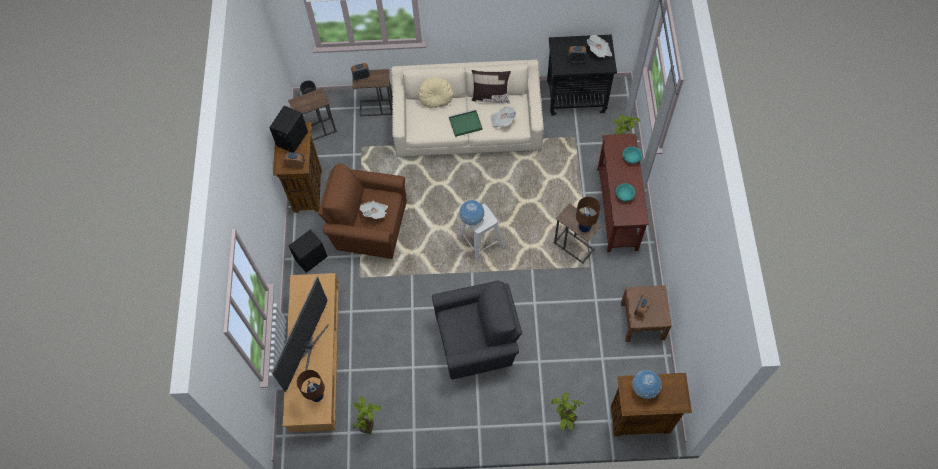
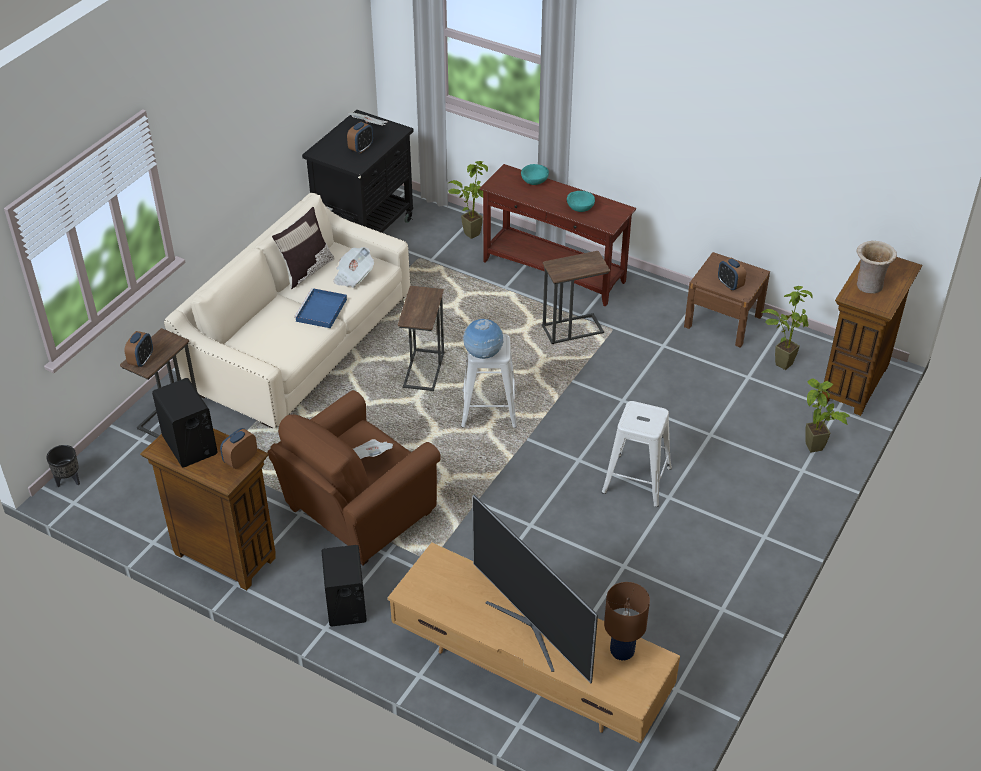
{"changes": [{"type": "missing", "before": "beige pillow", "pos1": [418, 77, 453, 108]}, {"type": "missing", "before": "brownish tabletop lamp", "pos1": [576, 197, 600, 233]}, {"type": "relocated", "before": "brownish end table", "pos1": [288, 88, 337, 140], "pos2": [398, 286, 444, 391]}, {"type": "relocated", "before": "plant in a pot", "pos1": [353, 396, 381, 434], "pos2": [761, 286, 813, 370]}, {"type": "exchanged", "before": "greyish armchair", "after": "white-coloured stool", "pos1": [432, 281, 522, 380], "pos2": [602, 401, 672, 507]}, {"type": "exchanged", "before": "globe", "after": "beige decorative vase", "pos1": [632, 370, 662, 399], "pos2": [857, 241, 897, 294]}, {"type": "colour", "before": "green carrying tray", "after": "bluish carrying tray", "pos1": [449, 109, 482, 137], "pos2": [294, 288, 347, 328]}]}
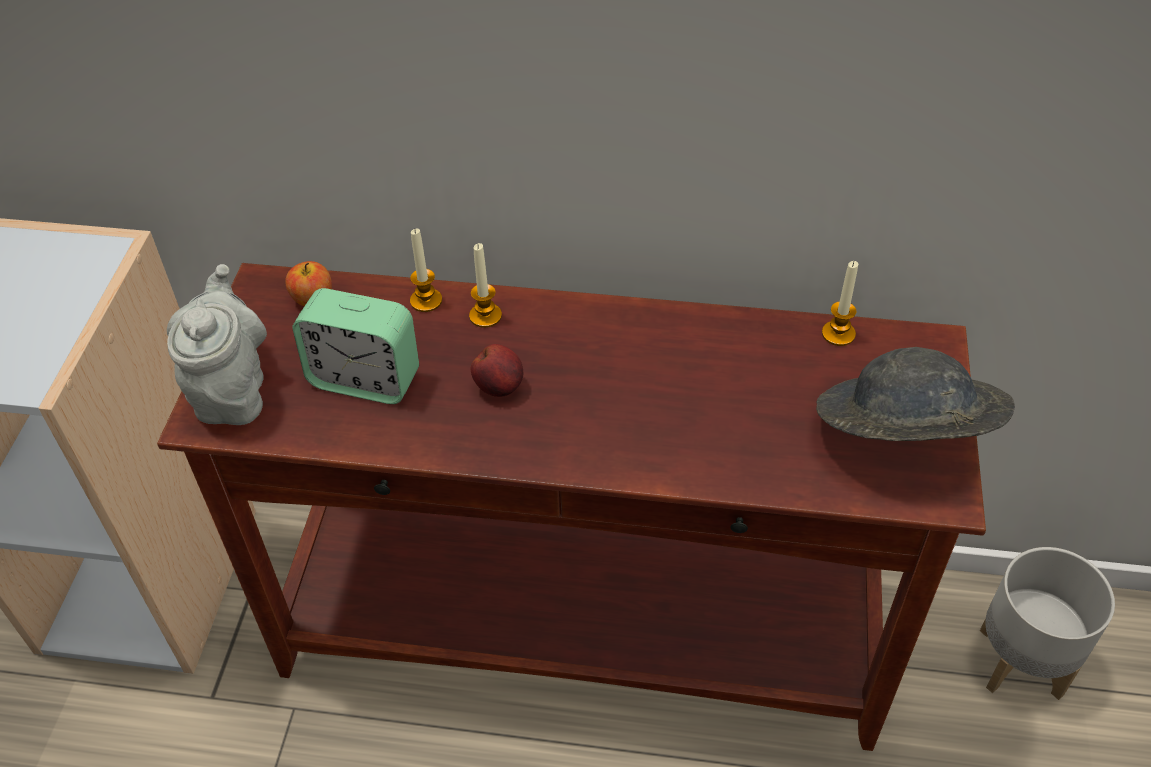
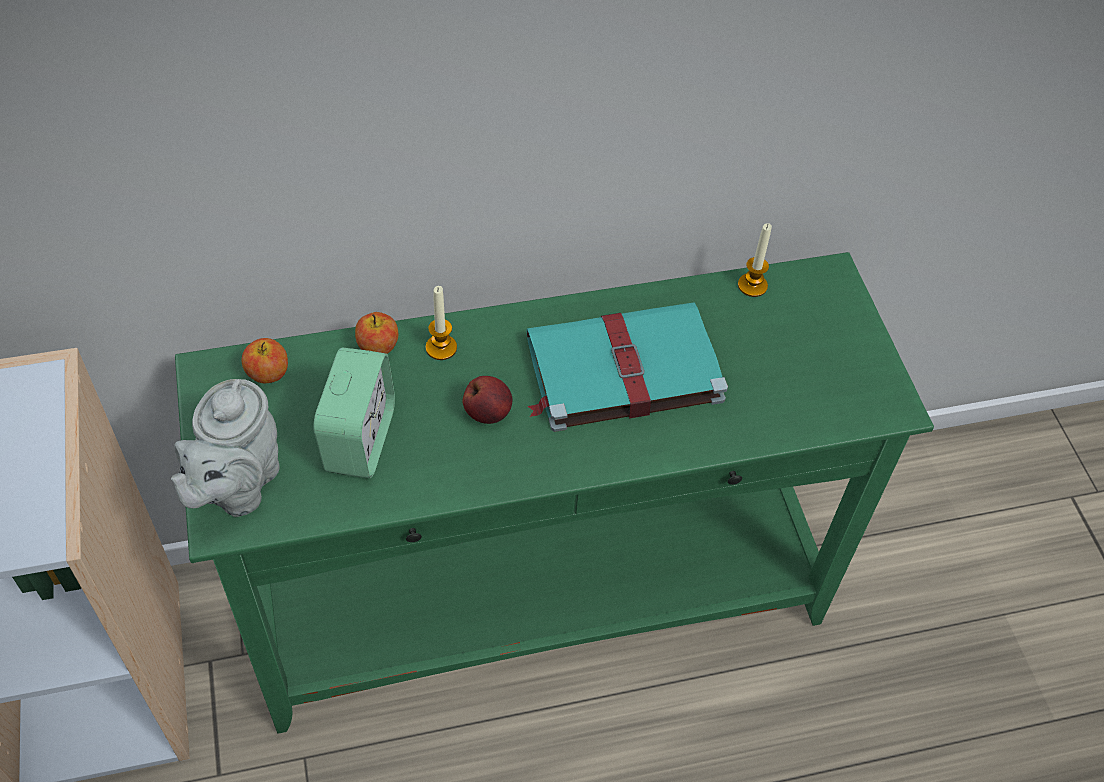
{"changes": [{"type": "missing", "before": "greyish wearable hat", "pos1": [816, 347, 1015, 441]}, {"type": "missing", "before": "greyish flower pot", "pos1": [980, 547, 1115, 700]}, {"type": "appeared", "after": "turquoise book", "pos2": [526, 303, 728, 432]}, {"type": "exchanged", "before": "candle", "after": "apple", "pos1": [410, 229, 442, 312], "pos2": [355, 312, 398, 354]}, {"type": "colour", "before": "brownish hall table", "after": "green hall table", "pos1": [157, 263, 986, 751], "pos2": [175, 252, 934, 734]}, {"type": "spun", "before": "greyish tea pot", "pos1": [167, 264, 267, 425], "pos2": [171, 379, 279, 517], "turn": -135}, {"type": "spun", "before": "alarm clock", "pos1": [292, 288, 419, 404], "pos2": [313, 347, 395, 478], "turn": -75}]}
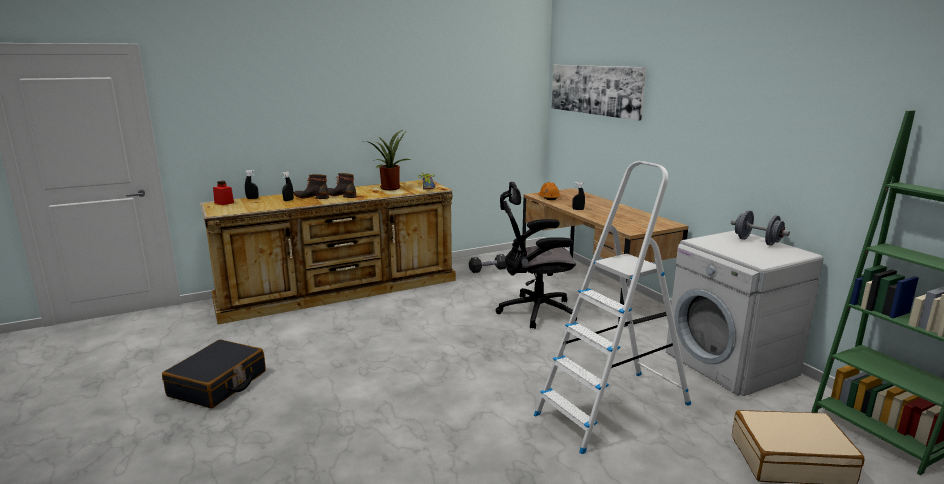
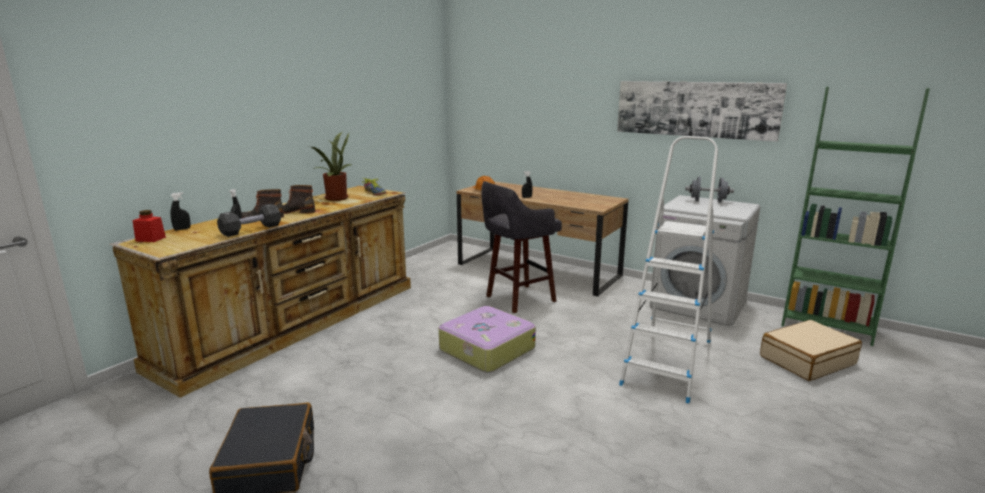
{"changes": [{"type": "appeared", "after": "travel case", "pos2": [439, 306, 536, 373]}, {"type": "relocated", "before": "blackish free weight", "pos1": [469, 254, 506, 273], "pos2": [217, 204, 281, 237]}, {"type": "relocated", "before": "wall art", "pos1": [552, 65, 646, 121], "pos2": [617, 81, 787, 142]}, {"type": "exchanged", "before": "desk chair", "after": "greyish stool", "pos1": [496, 182, 577, 329], "pos2": [481, 181, 562, 313]}]}
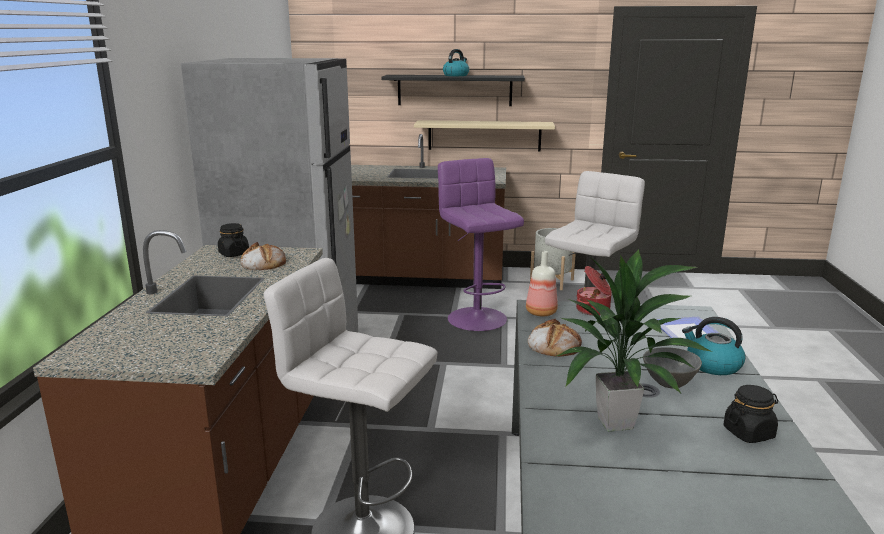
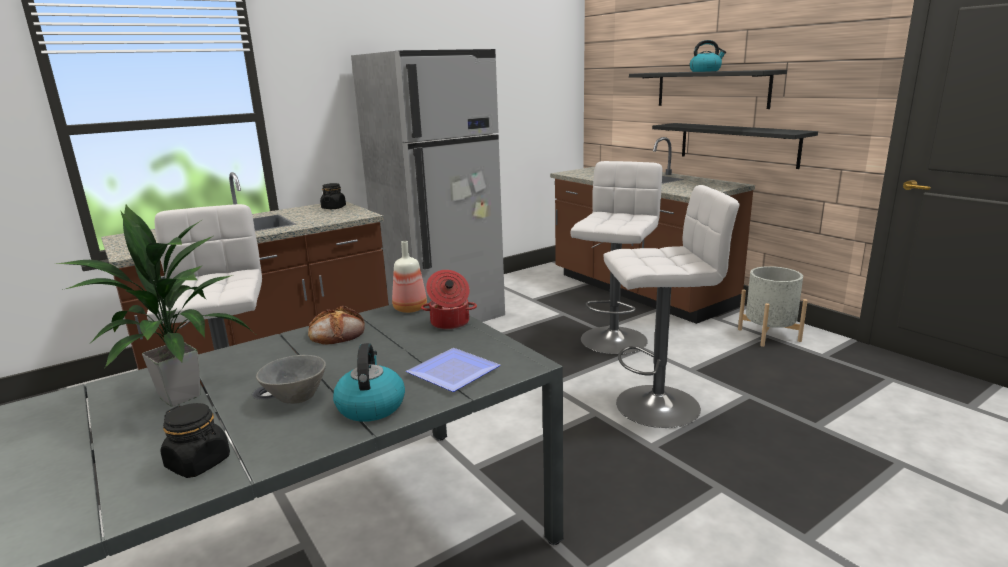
{"changes": [{"type": "missing", "before": "baked bread", "pos1": [241, 242, 286, 270]}, {"type": "colour", "before": "beige bracket shelf", "after": "blackish bracket shelf", "pos1": [414, 120, 555, 152], "pos2": [652, 123, 818, 169]}, {"type": "colour", "before": "purple-coloured stool", "after": "white-coloured stool", "pos1": [438, 158, 524, 331], "pos2": [571, 161, 663, 354]}]}
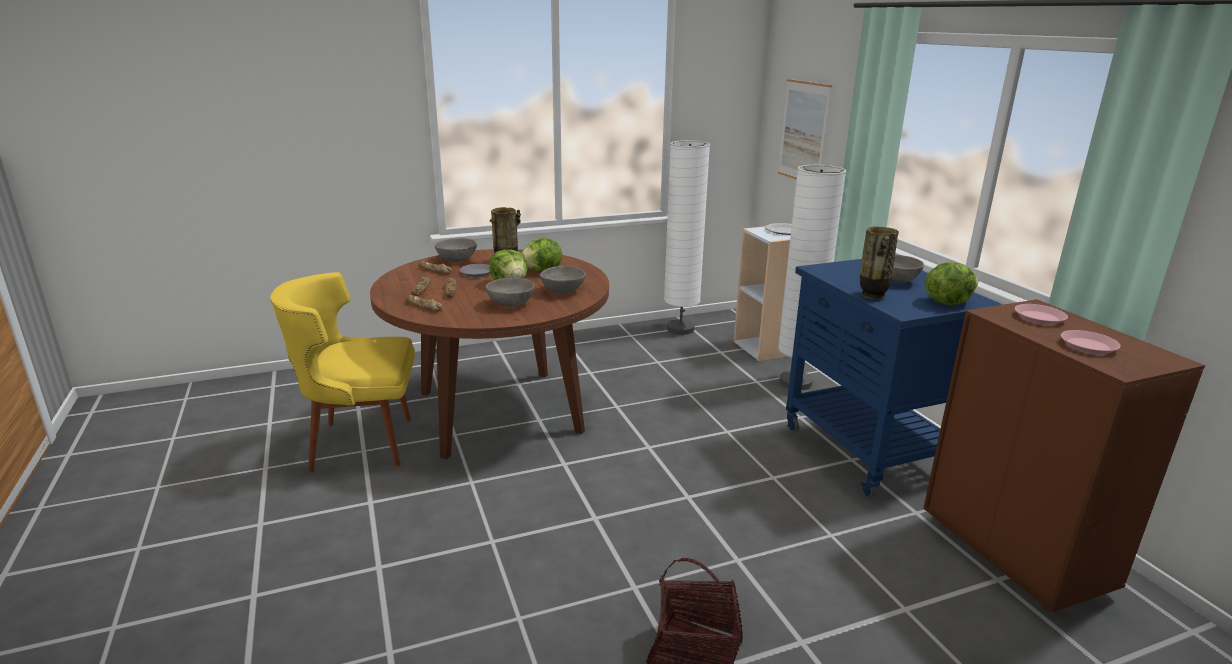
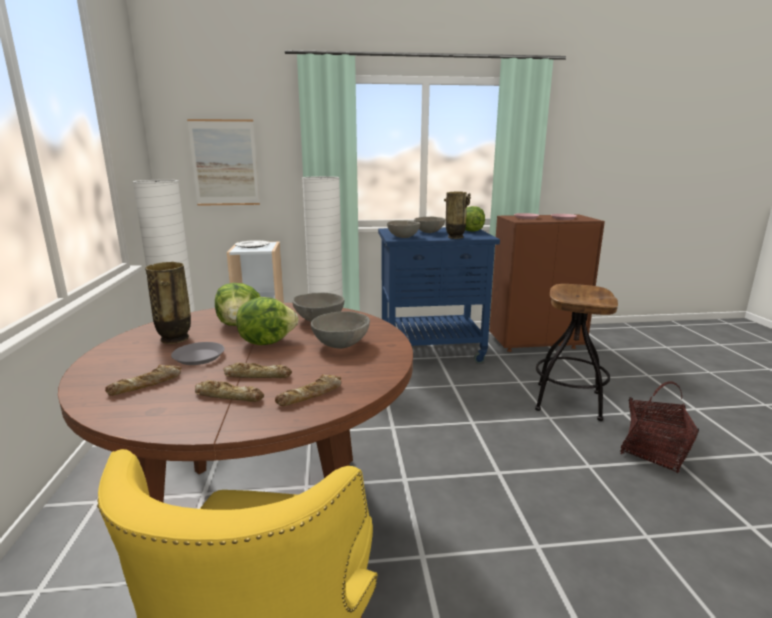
{"changes": [{"type": "appeared", "after": "brownish stool", "pos2": [535, 284, 618, 421]}, {"type": "relocated", "before": "greyish serving bowl", "pos1": [435, 238, 477, 262], "pos2": [387, 220, 420, 238]}]}
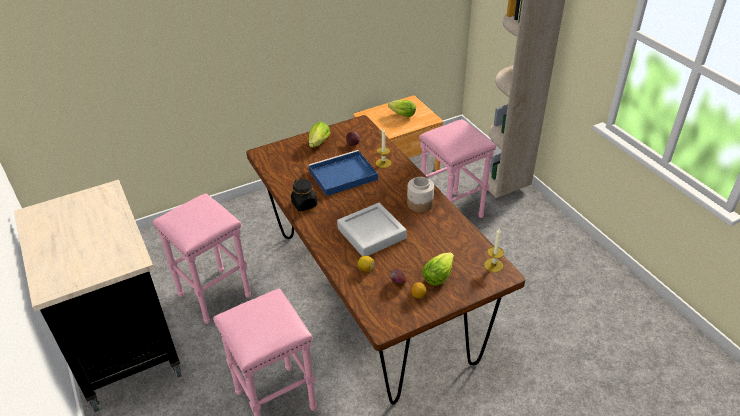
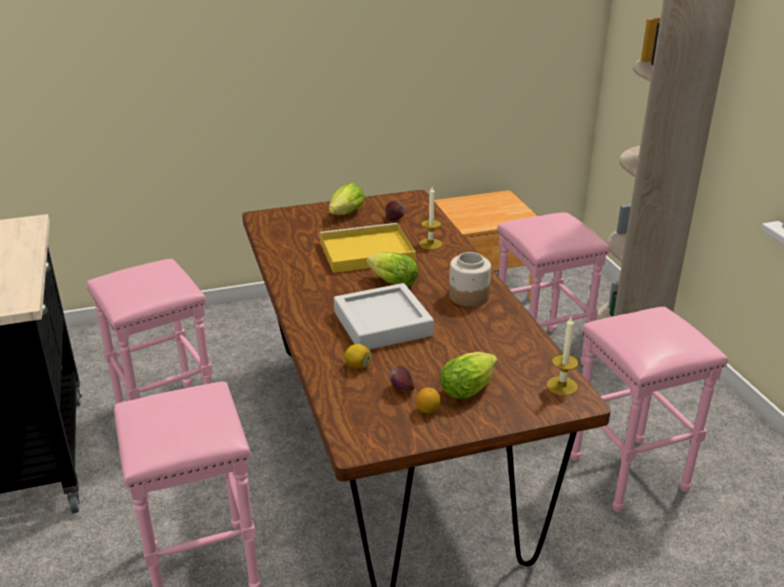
{"changes": [{"type": "missing", "before": "blackish jar", "pos1": [291, 178, 317, 211]}, {"type": "appeared", "after": "pinkish stool", "pos2": [571, 307, 728, 512]}, {"type": "relocated", "before": "head of lettuce", "pos1": [388, 100, 416, 117], "pos2": [367, 252, 418, 287]}, {"type": "colour", "before": "bluish carrying tray", "after": "yellow carrying tray", "pos1": [308, 150, 378, 196], "pos2": [319, 223, 416, 273]}]}
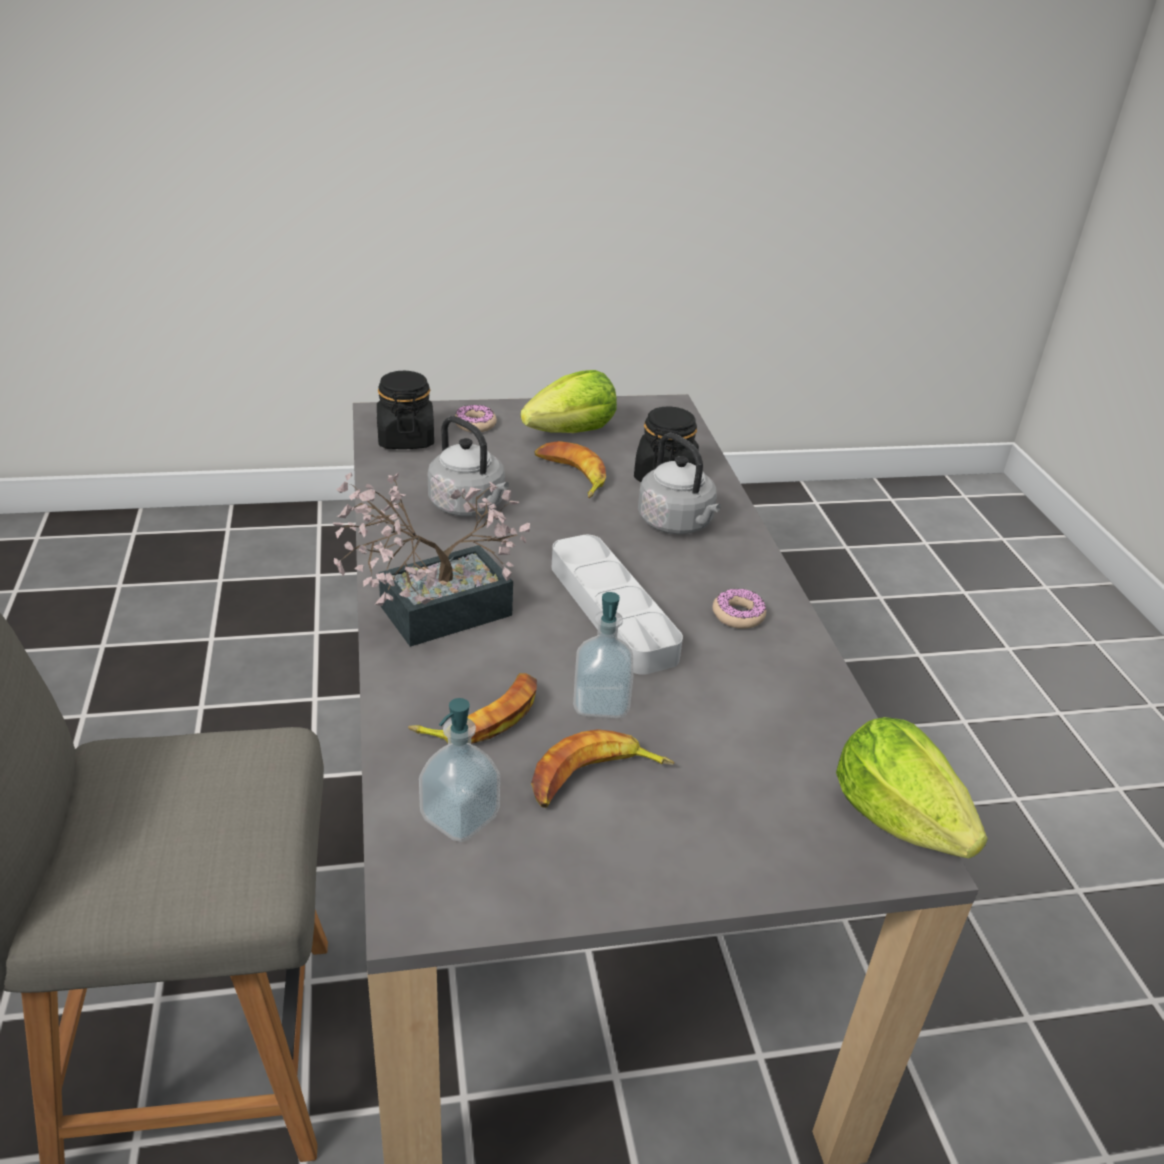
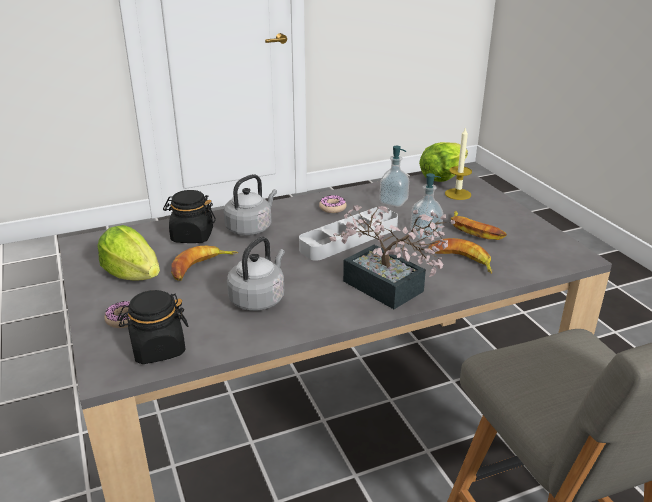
{"changes": [{"type": "appeared", "after": "candle", "pos2": [445, 127, 472, 200]}, {"type": "relocated", "before": "soap dispenser", "pos1": [419, 698, 500, 842], "pos2": [379, 146, 409, 207]}]}
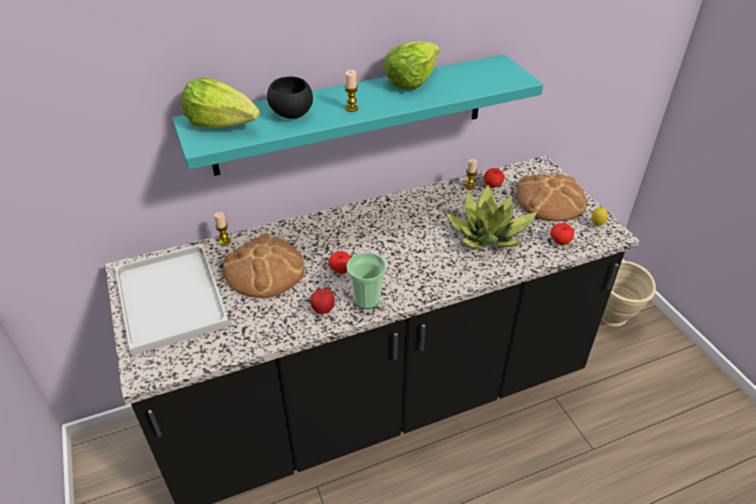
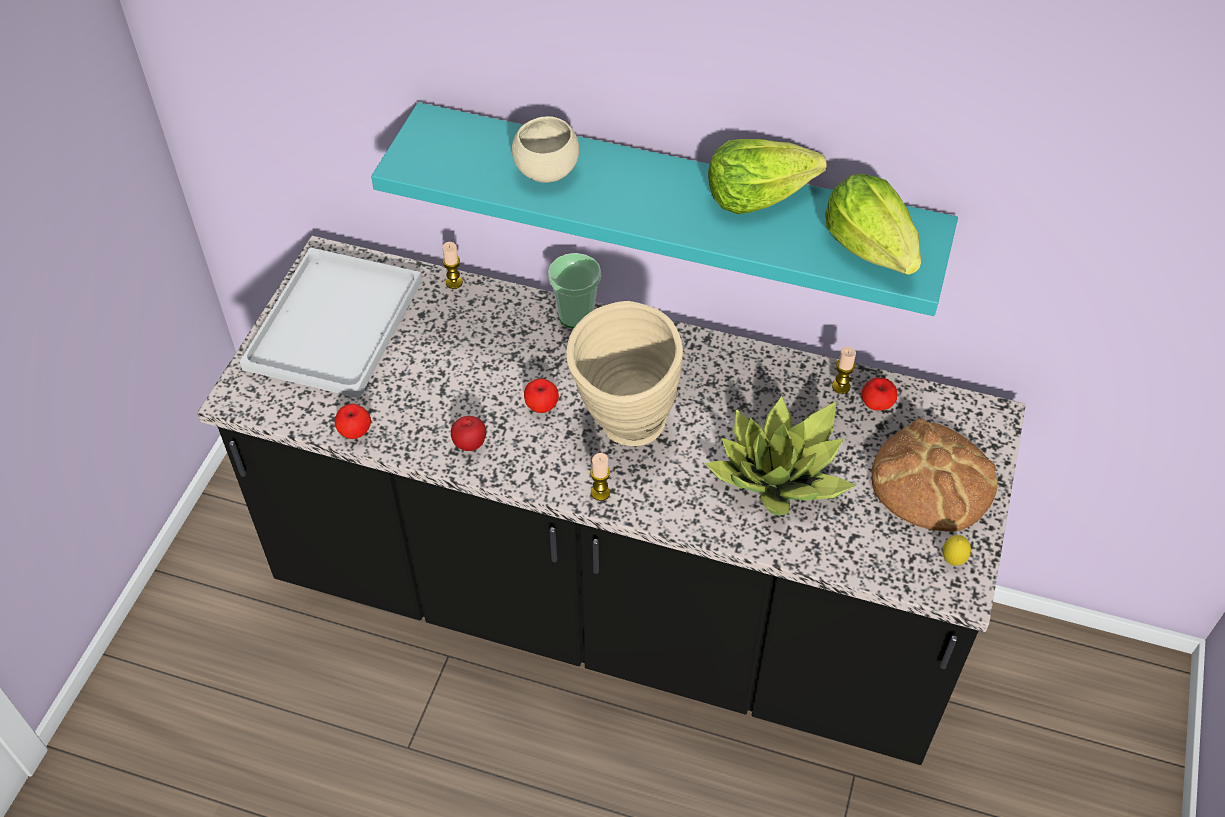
{"changes": [{"type": "missing", "before": "baked bread", "pos1": [223, 233, 305, 299]}, {"type": "relocated", "before": "head of lettuce", "pos1": [181, 77, 260, 128], "pos2": [825, 174, 921, 275]}, {"type": "relocated", "before": "candle", "pos1": [344, 70, 358, 112], "pos2": [590, 453, 610, 501]}, {"type": "relocated", "before": "small cup", "pos1": [347, 253, 386, 309], "pos2": [548, 253, 601, 328]}, {"type": "relocated", "before": "apple", "pos1": [550, 223, 574, 245], "pos2": [335, 404, 371, 439]}, {"type": "relocated", "before": "beige decorative vase", "pos1": [601, 261, 656, 326], "pos2": [566, 301, 683, 446]}, {"type": "colour", "before": "blackish serving bowl", "after": "beige serving bowl", "pos1": [267, 76, 313, 119], "pos2": [512, 116, 579, 183]}]}
